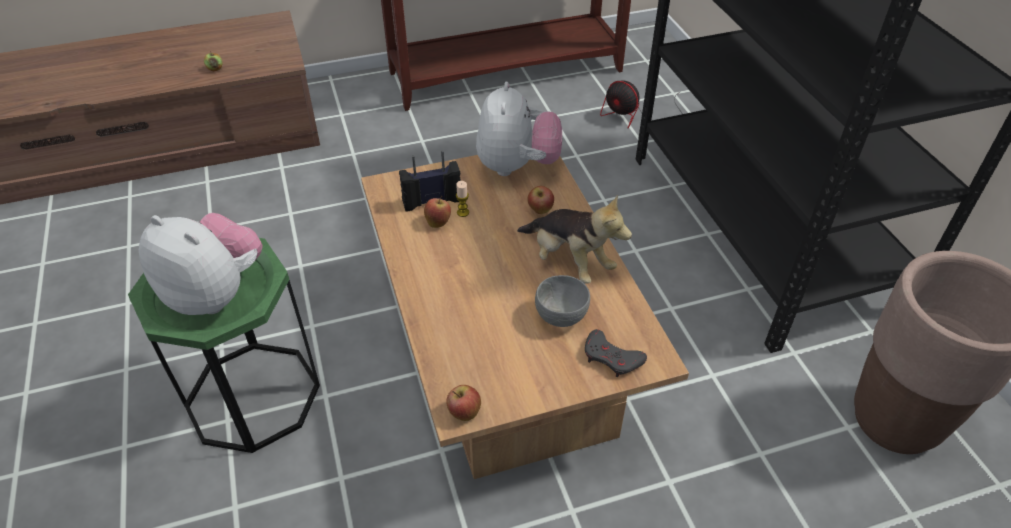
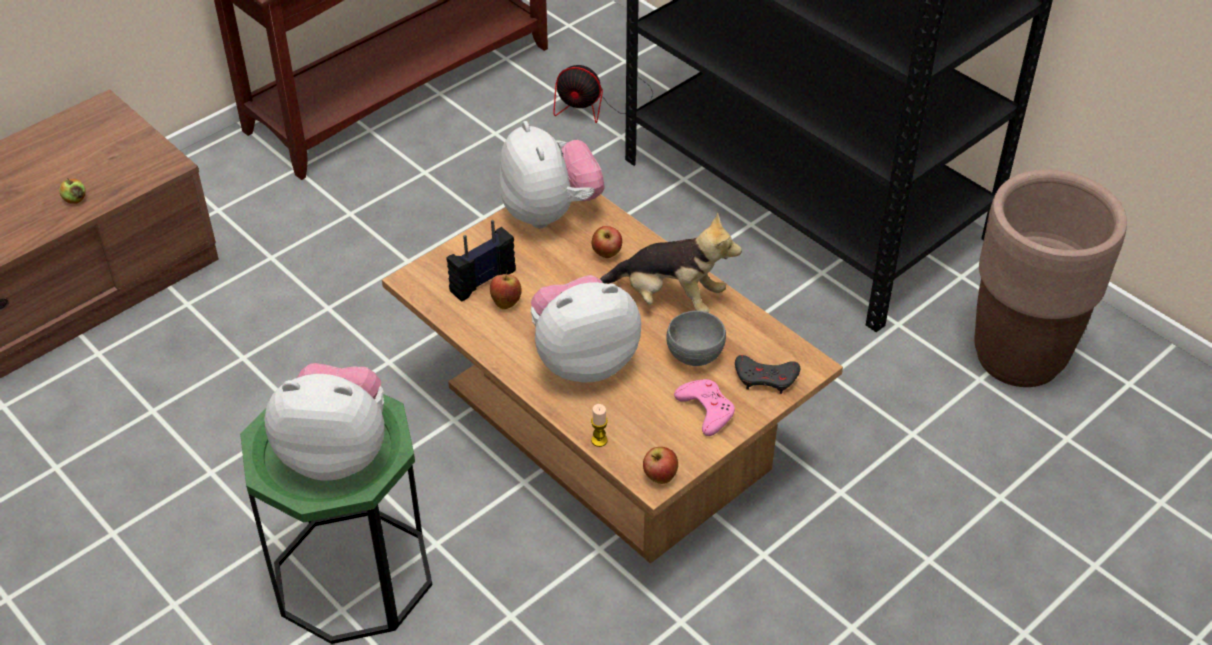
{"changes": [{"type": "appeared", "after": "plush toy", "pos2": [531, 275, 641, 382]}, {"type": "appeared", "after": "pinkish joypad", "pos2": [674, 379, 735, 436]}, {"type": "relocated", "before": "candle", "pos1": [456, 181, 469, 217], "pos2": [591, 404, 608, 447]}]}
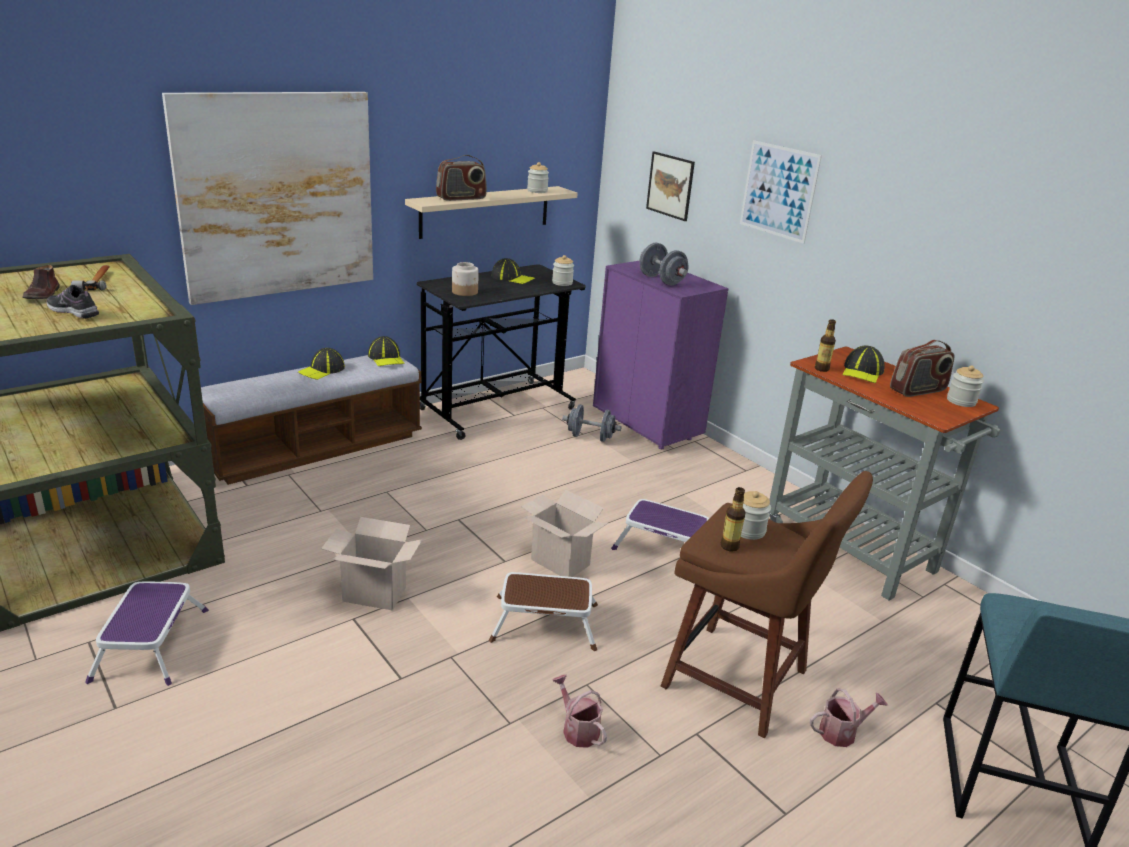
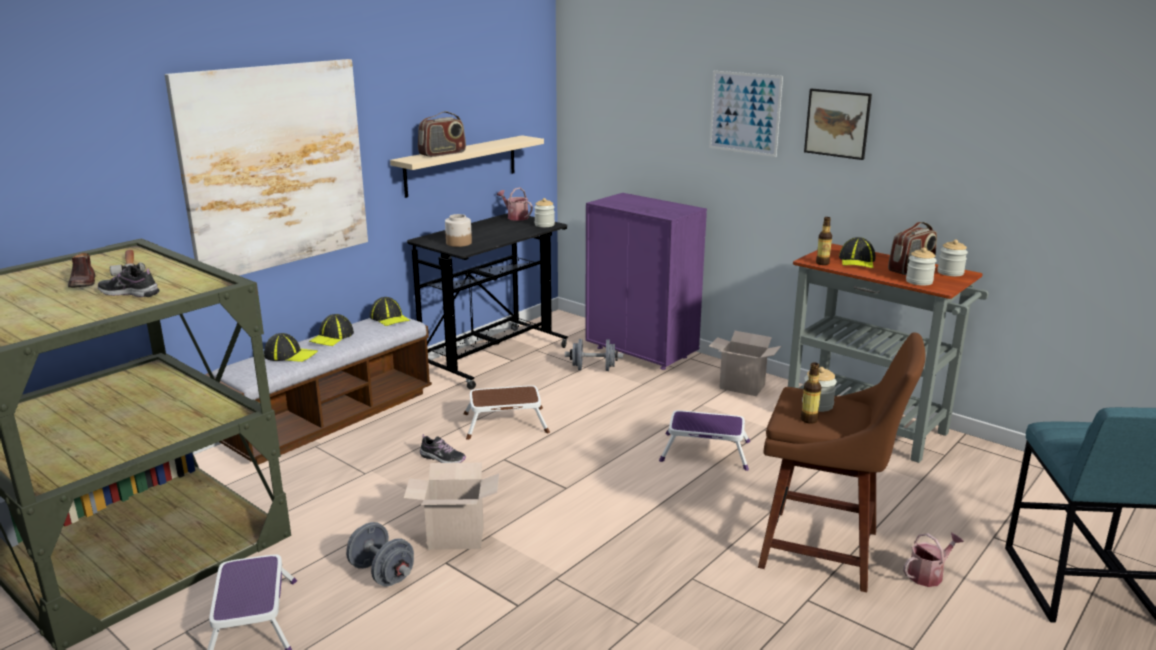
{"changes": [{"type": "appeared", "after": "low shoe", "pos2": [420, 434, 466, 463]}, {"type": "relocated", "before": "brownish step ladder", "pos1": [489, 572, 598, 651], "pos2": [464, 385, 550, 440]}, {"type": "relocated", "before": "baseball cap", "pos1": [491, 258, 535, 284], "pos2": [264, 333, 318, 362]}, {"type": "relocated", "before": "cardboard box", "pos1": [521, 490, 608, 577], "pos2": [709, 331, 781, 396]}, {"type": "relocated", "before": "jar", "pos1": [527, 162, 549, 193], "pos2": [906, 248, 937, 286]}, {"type": "relocated", "before": "watering can", "pos1": [552, 674, 607, 748], "pos2": [497, 187, 533, 221]}, {"type": "relocated", "before": "greyish free weight", "pos1": [640, 243, 689, 285], "pos2": [346, 522, 414, 586]}, {"type": "relocated", "before": "wall art", "pos1": [646, 151, 695, 221], "pos2": [804, 89, 872, 160]}]}
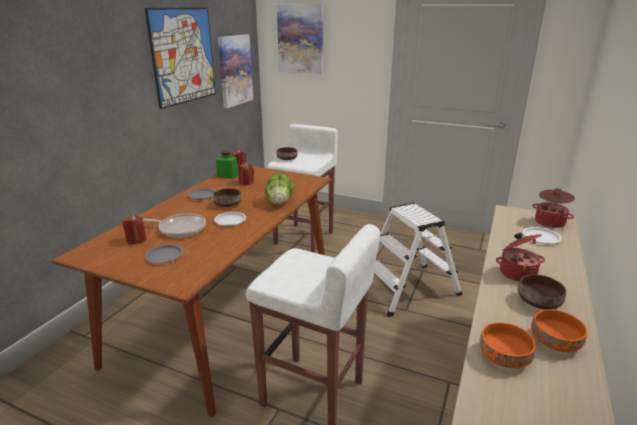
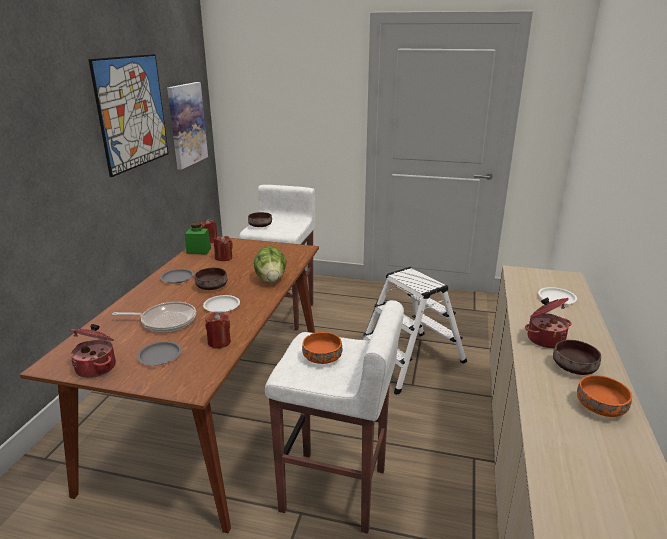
{"changes": [{"type": "missing", "before": "wall art", "pos1": [277, 4, 323, 74]}, {"type": "relocated", "before": "reddish candle", "pos1": [122, 215, 147, 245], "pos2": [205, 313, 231, 349]}, {"type": "relocated", "before": "orangey serving bowl", "pos1": [480, 322, 536, 368], "pos2": [302, 332, 342, 364]}, {"type": "relocated", "before": "saucepot", "pos1": [532, 188, 575, 228], "pos2": [69, 324, 116, 378]}]}
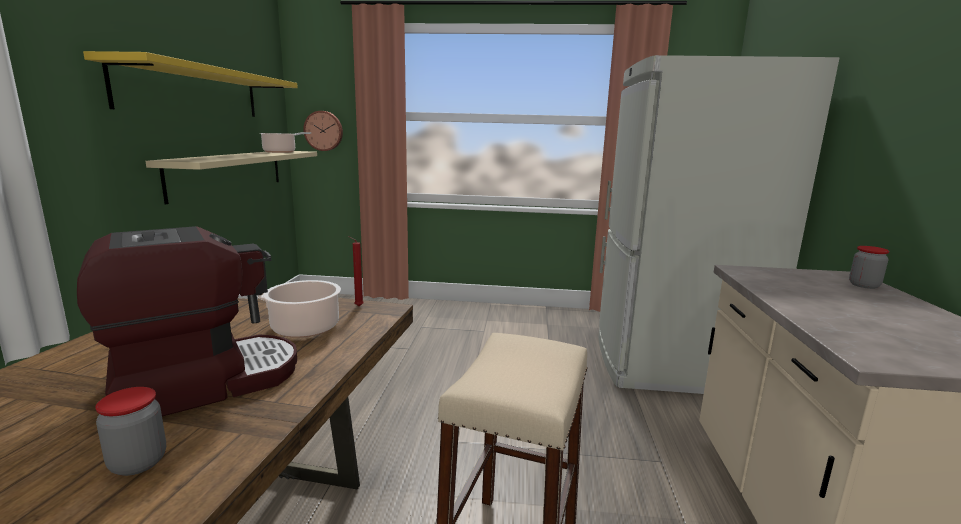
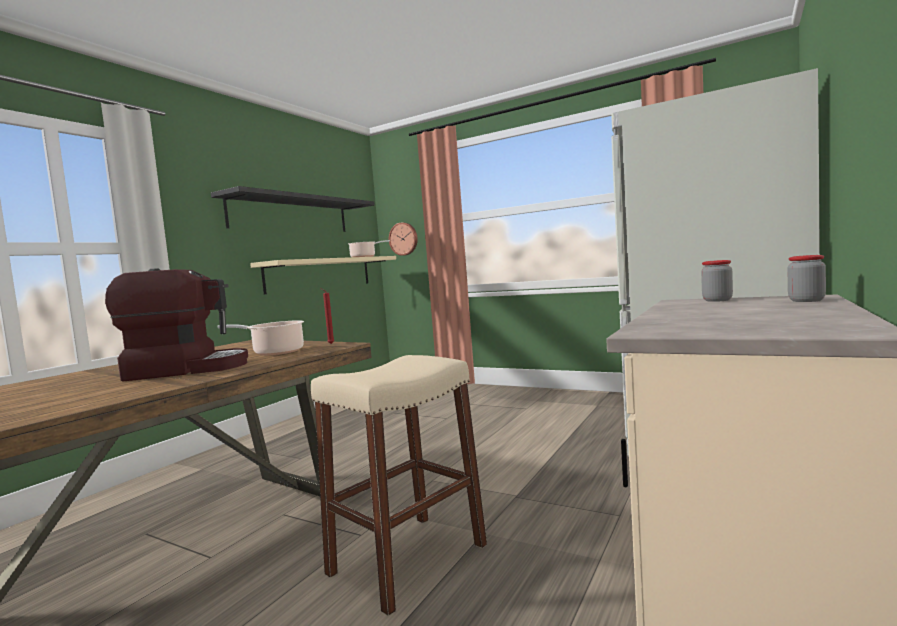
{"changes": [{"type": "relocated", "before": "jar", "pos1": [95, 387, 166, 476], "pos2": [701, 260, 733, 302]}, {"type": "colour", "before": "yellow bracket shelf", "after": "blackish bracket shelf", "pos1": [83, 51, 298, 117], "pos2": [211, 186, 375, 232]}]}
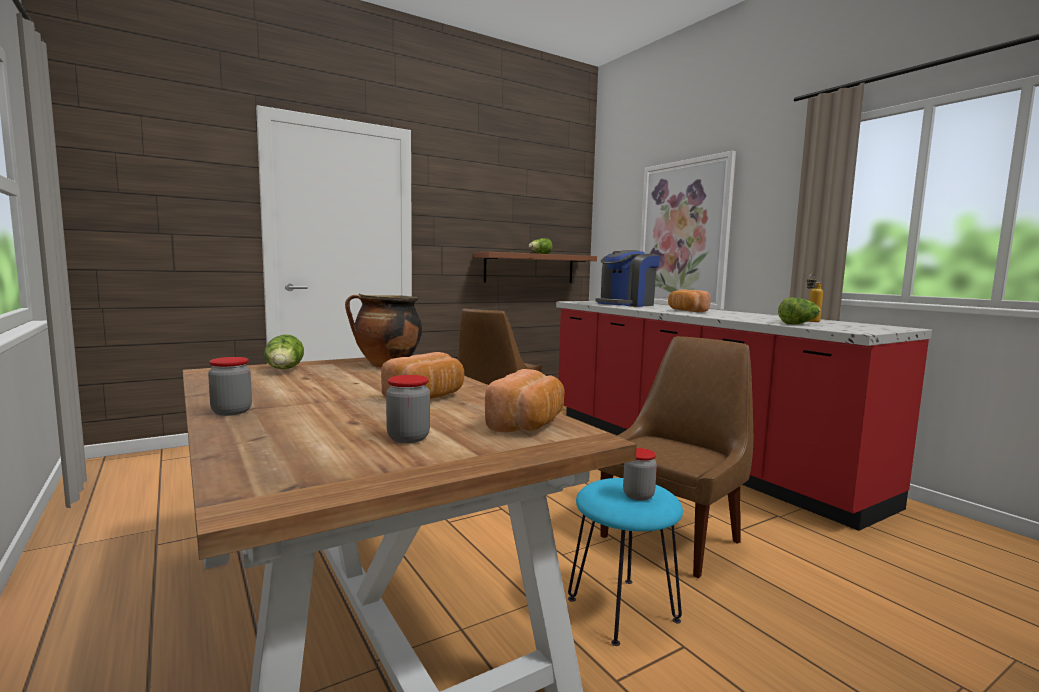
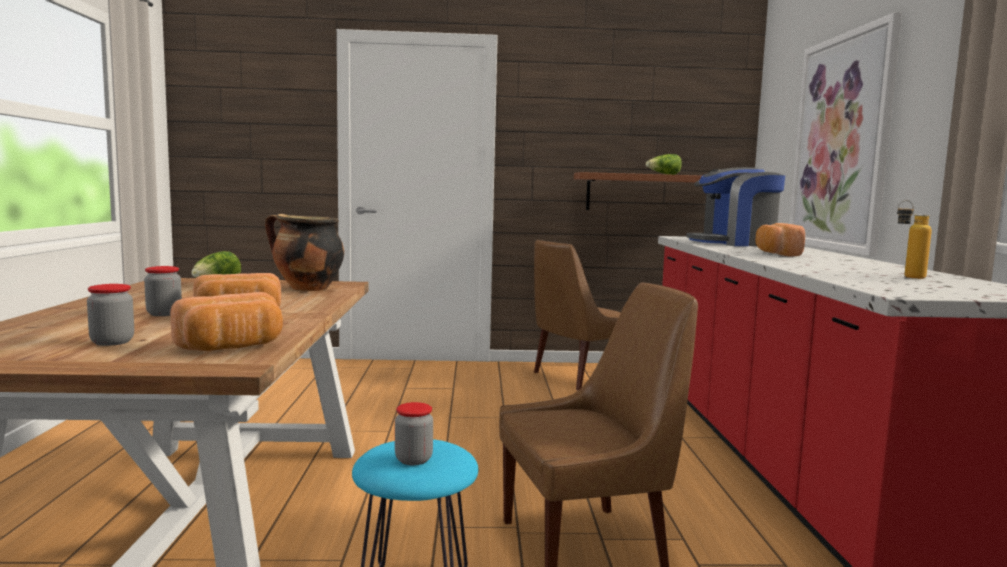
{"changes": [{"type": "missing", "before": "head of lettuce", "pos1": [778, 298, 821, 324]}, {"type": "relocated", "before": "jar", "pos1": [208, 357, 252, 416], "pos2": [144, 266, 182, 316]}]}
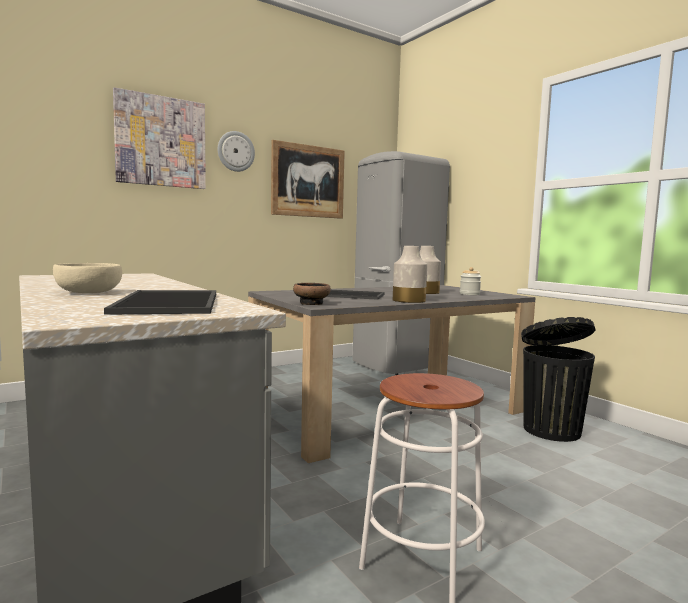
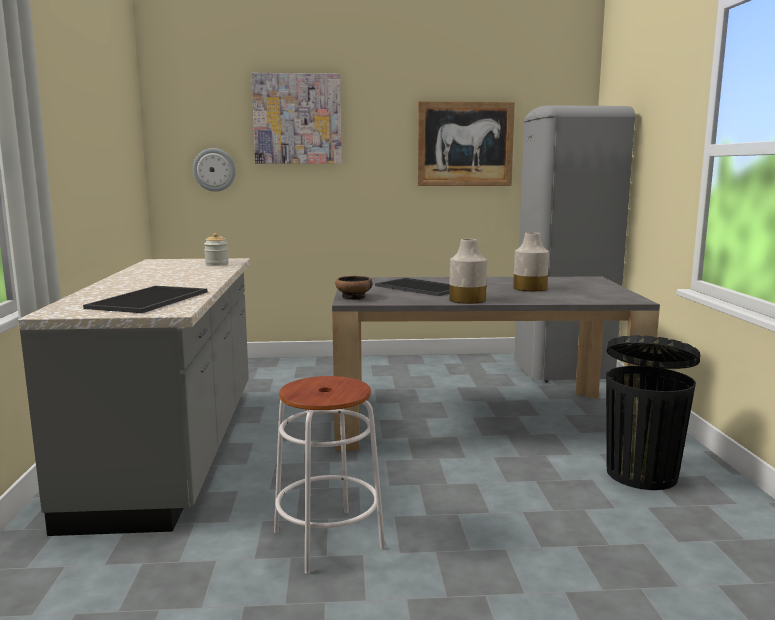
{"changes": [{"type": "missing", "before": "beige serving bowl", "pos1": [53, 263, 122, 293]}, {"type": "relocated", "before": "clock on the wall", "pos1": [218, 131, 255, 172], "pos2": [193, 148, 236, 192]}, {"type": "relocated", "before": "jar", "pos1": [460, 267, 481, 295], "pos2": [204, 233, 229, 266]}]}
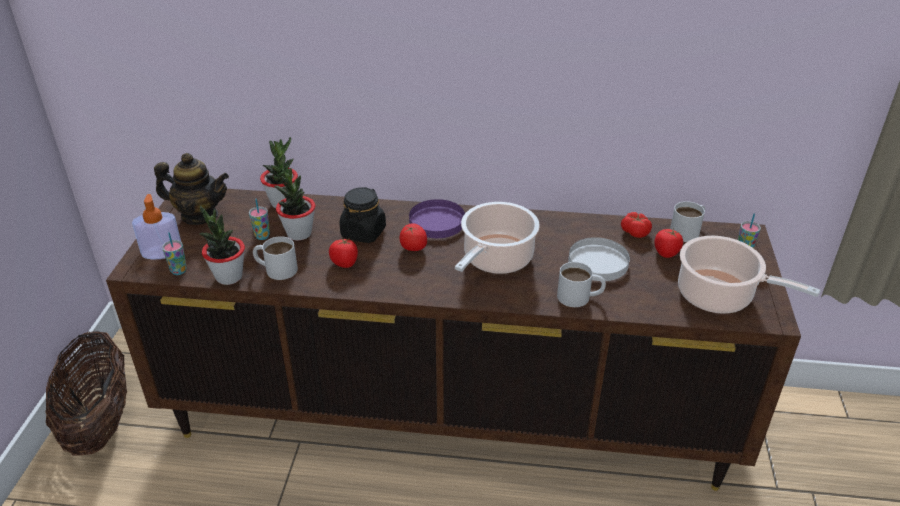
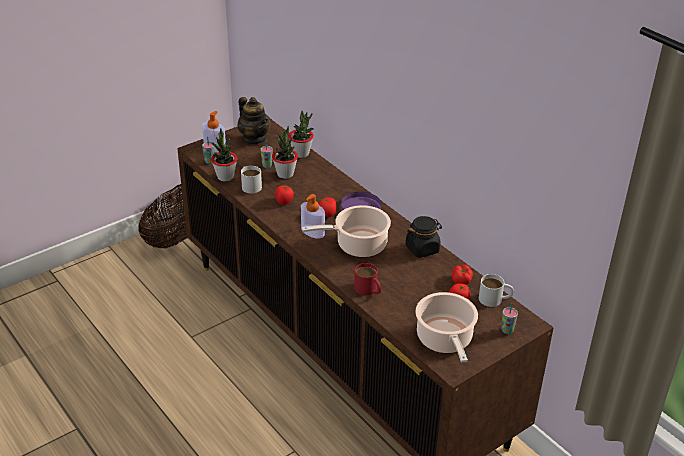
{"changes": [{"type": "missing", "before": "white-coloured flat dish", "pos1": [568, 237, 630, 281]}, {"type": "appeared", "after": "soap dispenser", "pos2": [301, 194, 325, 239]}, {"type": "relocated", "before": "blackish jar", "pos1": [340, 187, 386, 243], "pos2": [406, 216, 442, 258]}, {"type": "colour", "before": "white-coloured tea mug", "after": "reddish tea mug", "pos1": [557, 262, 606, 307], "pos2": [354, 263, 381, 295]}]}
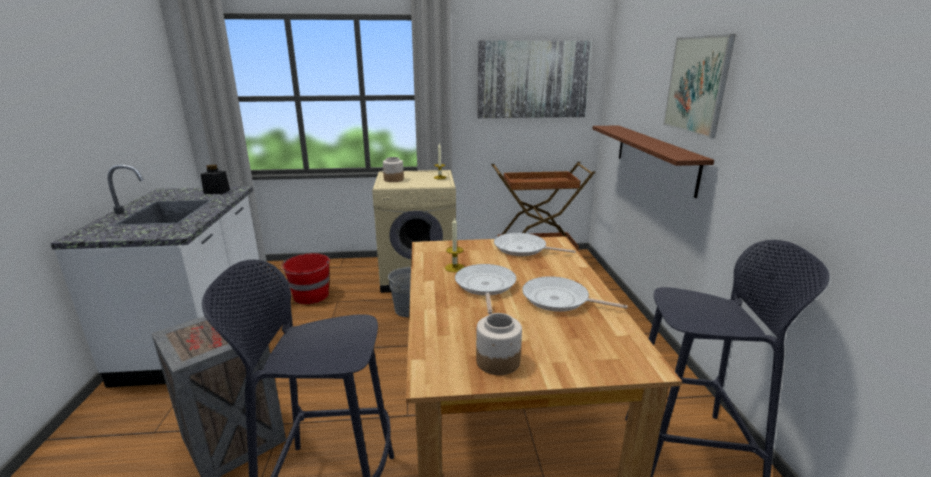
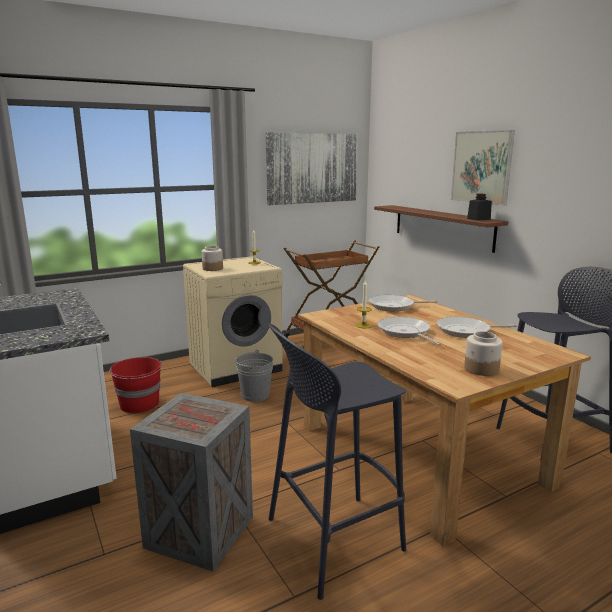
{"changes": [{"type": "relocated", "before": "blackish jar", "pos1": [201, 164, 230, 194], "pos2": [467, 194, 492, 221]}]}
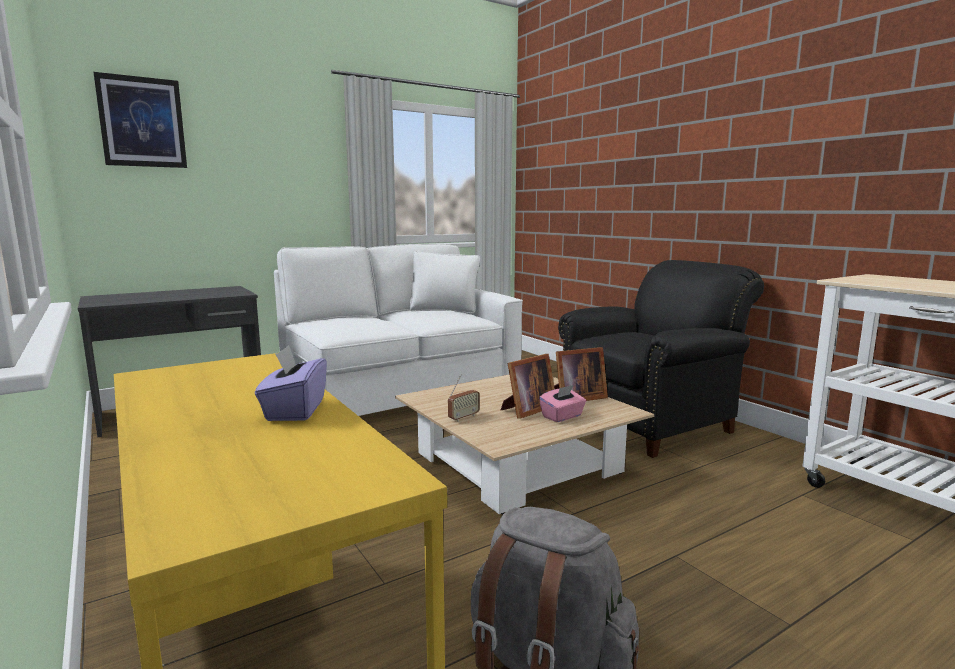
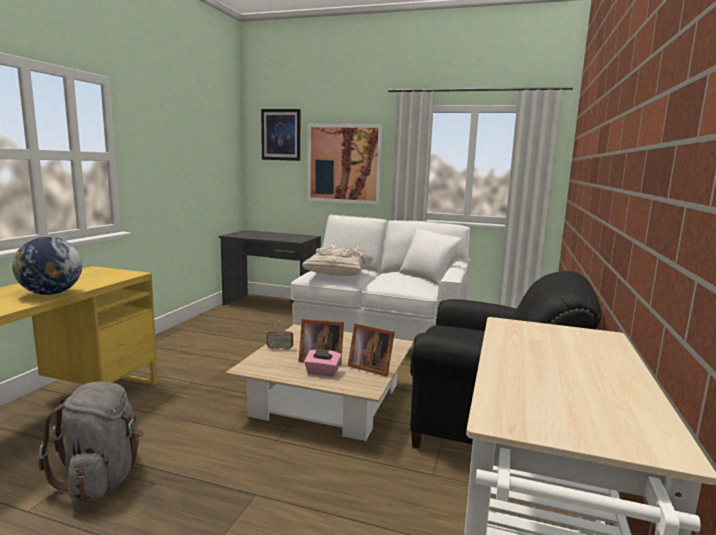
{"changes": [{"type": "appeared", "after": "beige pillow", "pos2": [302, 244, 373, 276]}, {"type": "appeared", "after": "wall art", "pos2": [307, 124, 383, 205]}, {"type": "exchanged", "before": "purple-coloured tissue box", "after": "globe", "pos1": [255, 345, 327, 421], "pos2": [12, 237, 82, 295]}]}
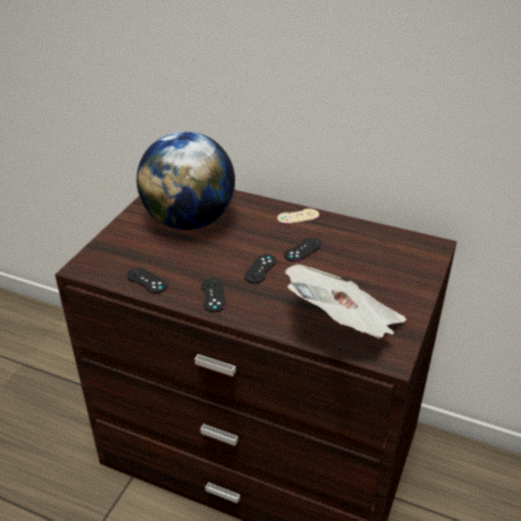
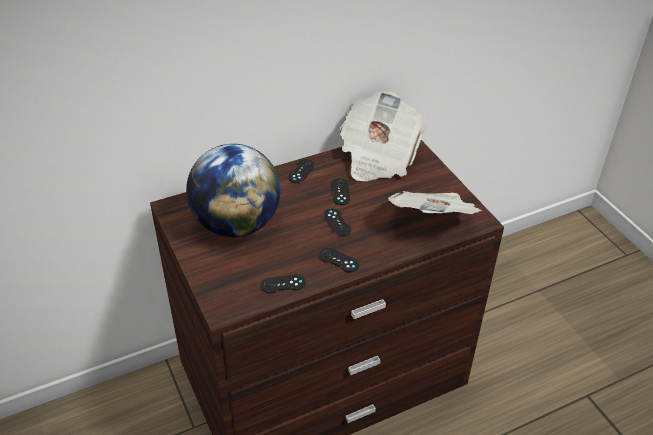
{"changes": [{"type": "appeared", "after": "daily paper", "pos2": [340, 91, 425, 181]}, {"type": "colour", "before": "beige joypad", "after": "blackish joypad", "pos1": [277, 209, 319, 224], "pos2": [288, 159, 314, 183]}]}
